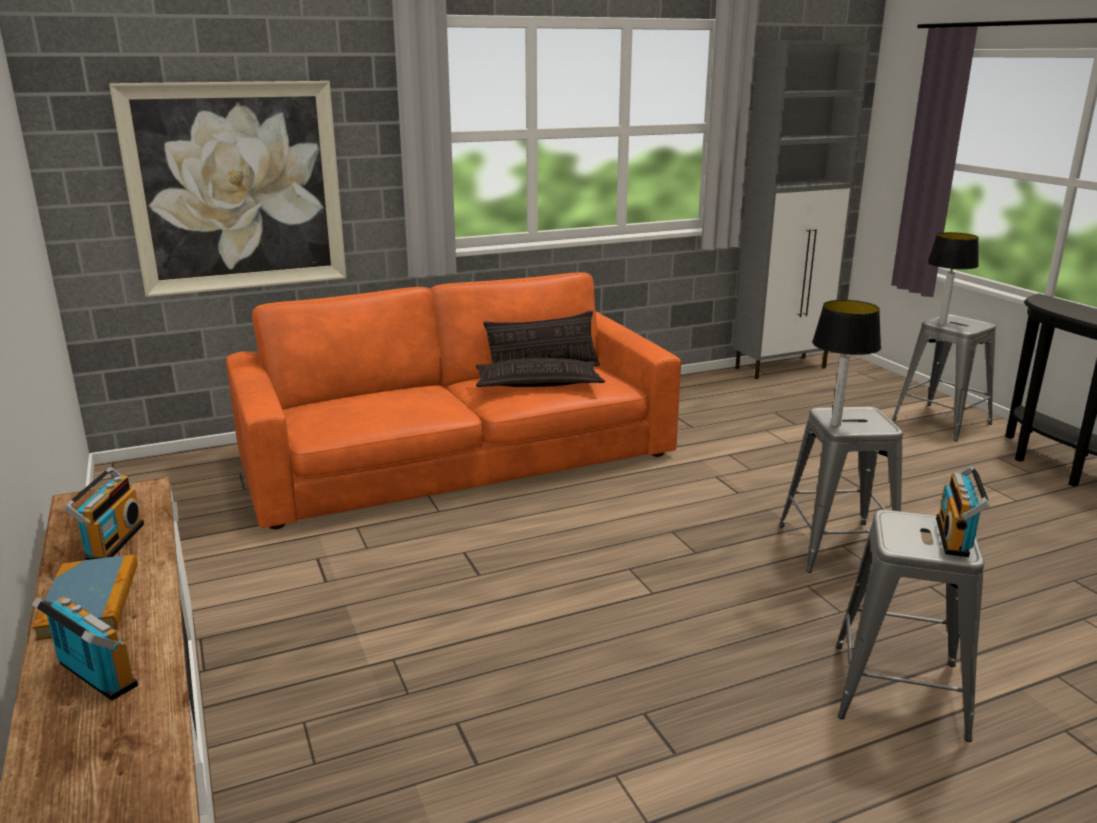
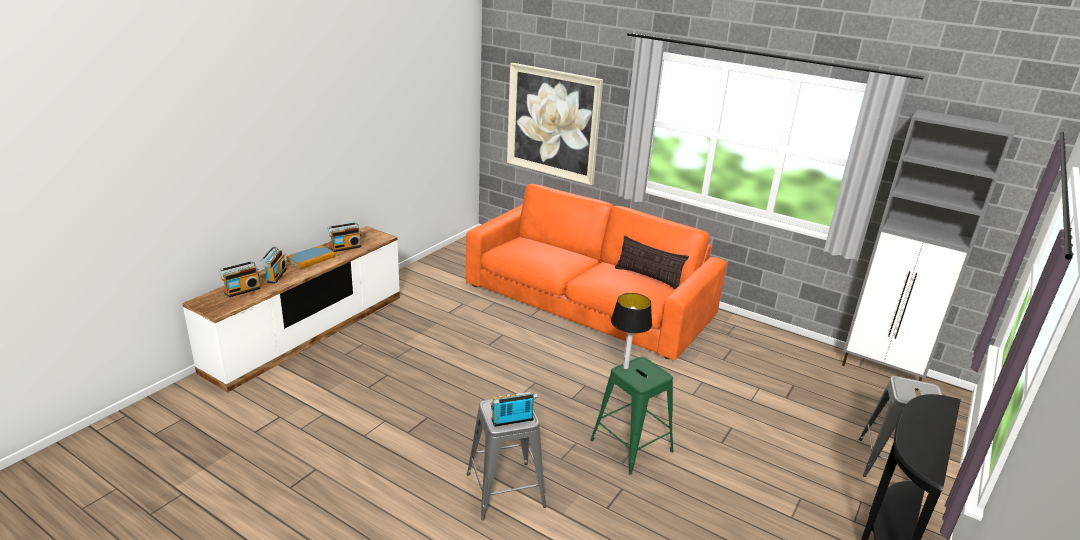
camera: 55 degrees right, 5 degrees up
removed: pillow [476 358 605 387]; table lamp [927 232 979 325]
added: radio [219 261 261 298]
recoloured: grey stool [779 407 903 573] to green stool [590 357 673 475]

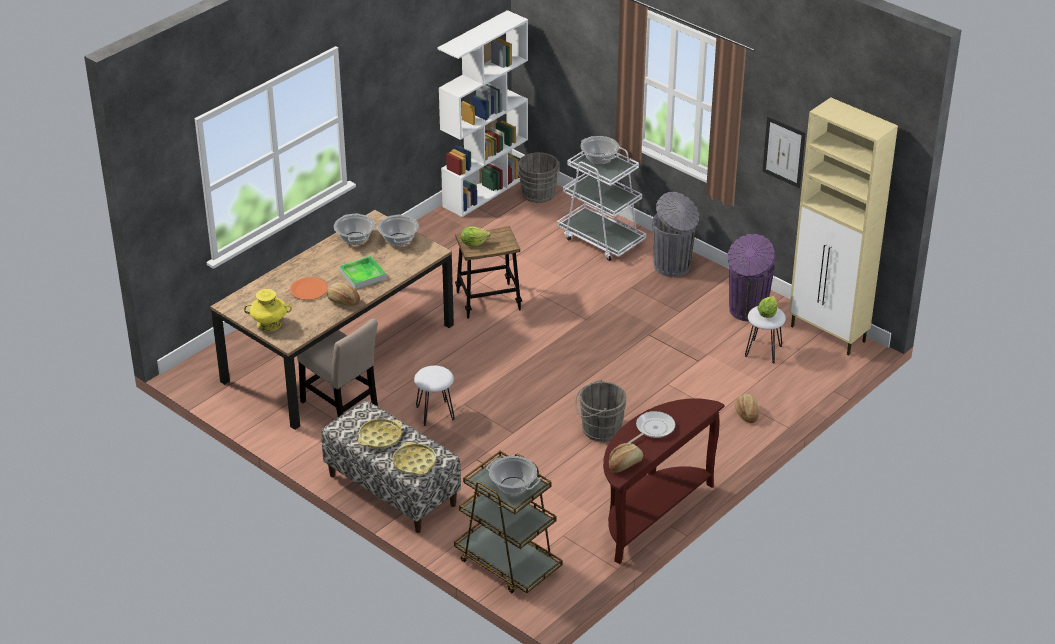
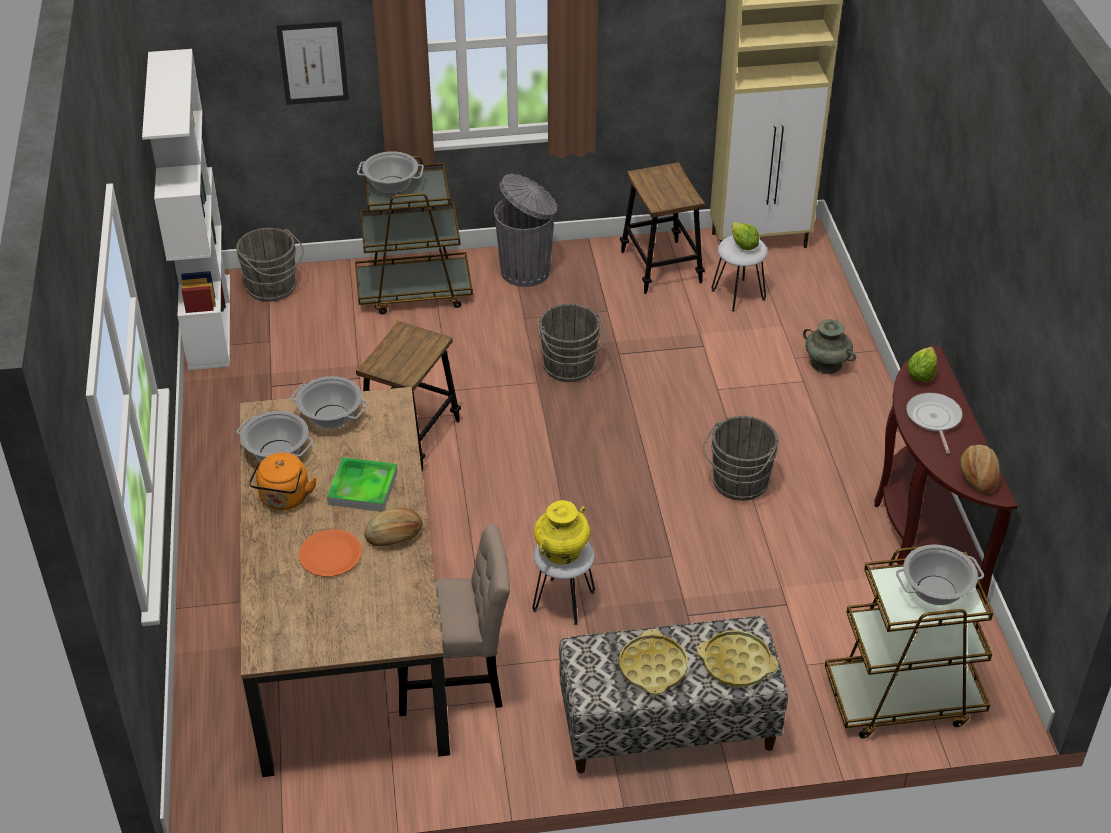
camera: 50 degrees left, 5 degrees up
added: orange kettle [249 452 317 510]; grey bucket [538 304 607 382]
moved: yellow vase [244 289 292 331] to [534 500 591 565]; lettuce [461 227 490 246] to [907 347 937 382]; picture [762 117 805 188] to [276 21 349 105]
replaced: purple trash can [728 234 775 322] to stool [620 162 705 294]; bread [735 394 760 423] to turquoise vase [803 319 856 374]
recoloured: white cart [557 147 646 261] to brown cart [355 156 473 314]

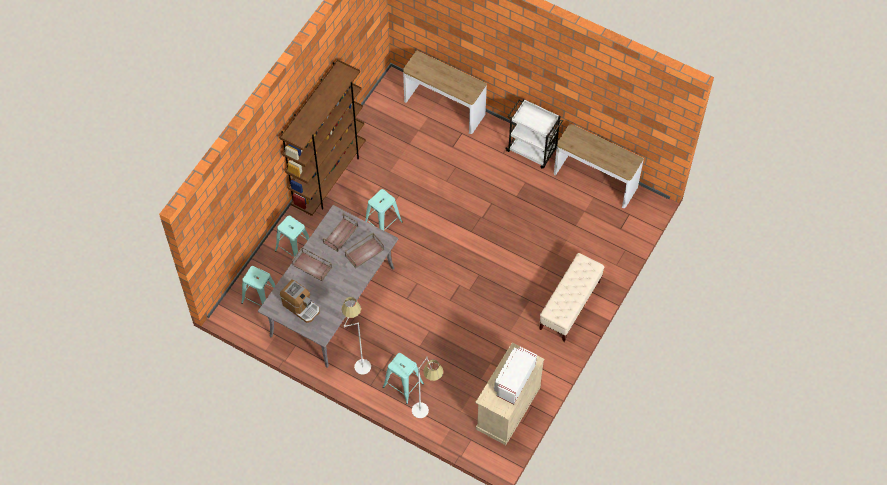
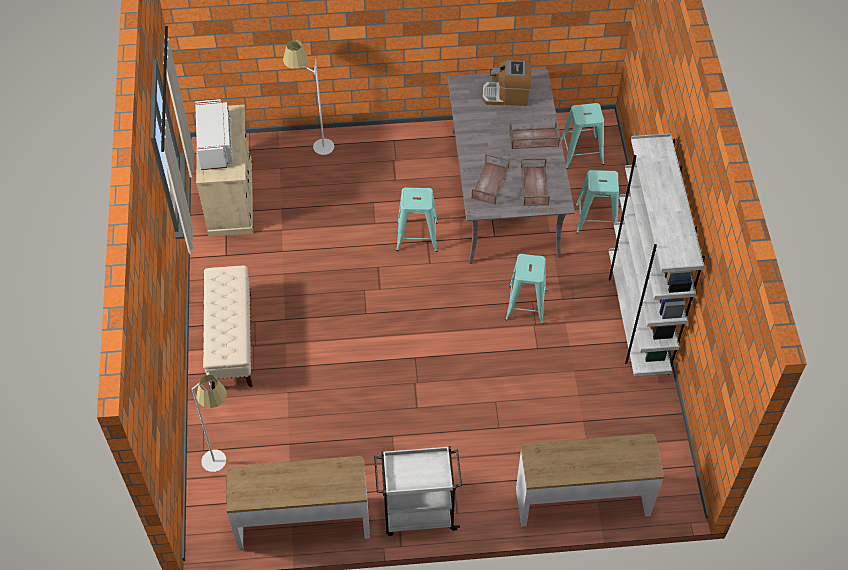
camera: 145 degrees right, 5 degrees down
moved: white floor lamp [341 297 371 374] to [192 373 227 472]; turquoise stool [383 353 424 404] to [396 187 438 252]
recoloured: brown bookcase [280 59 366 216] to white bookcase [609 133 705 377]

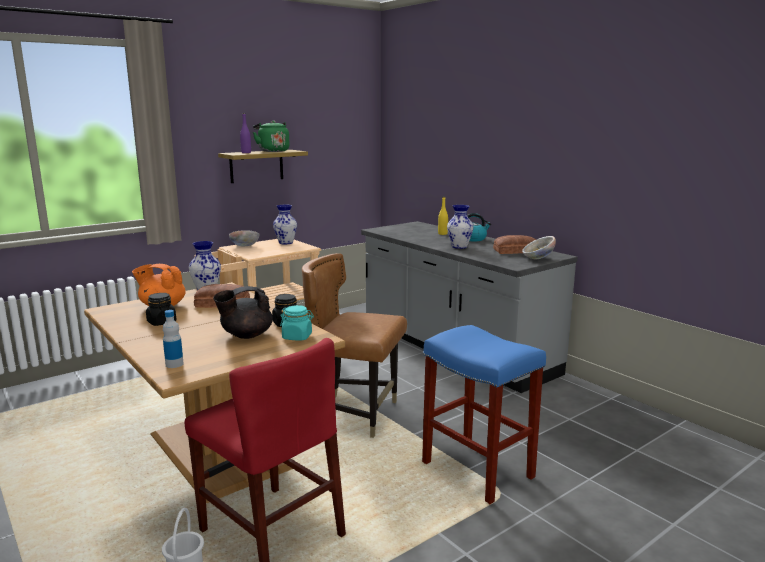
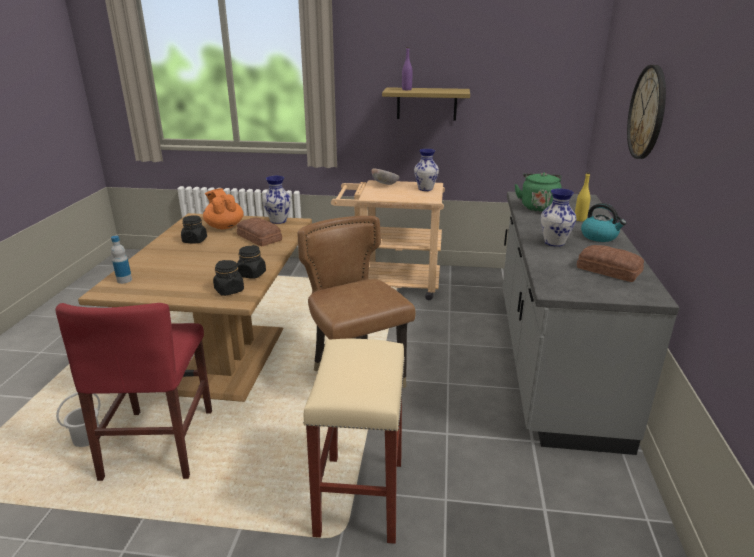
camera: 45 degrees right, 10 degrees up
removed: black teapot [213 286 273 339]; bowl [522 236 556 259]
added: wall clock [627 65 666 159]
moved: green kettle [253 121 290 152] to [514 173 562 212]
recoloured: turquoise jar [280 305 314 340] to black jar [213 260 244 296]; blue stool [422 325 546 504] to beige stool [303 339 405 544]

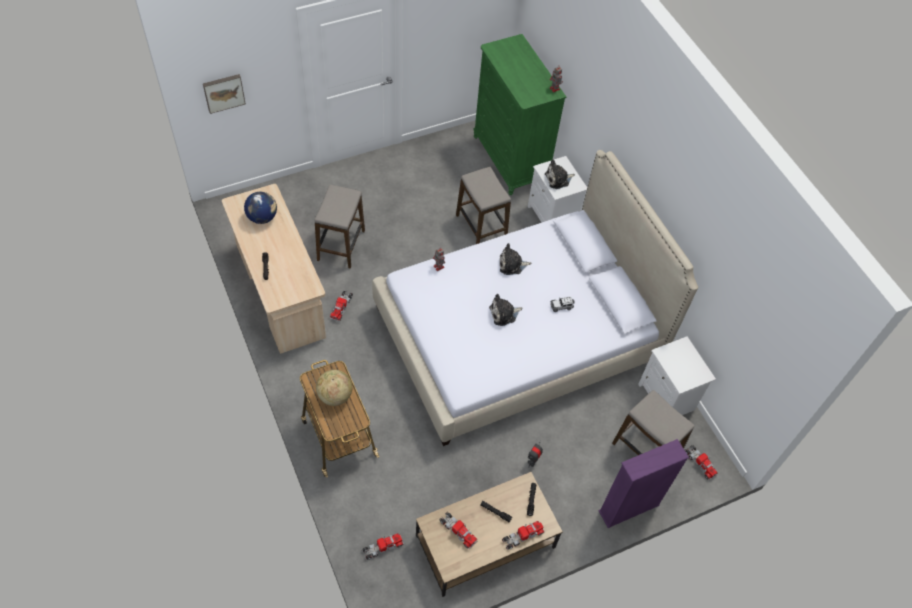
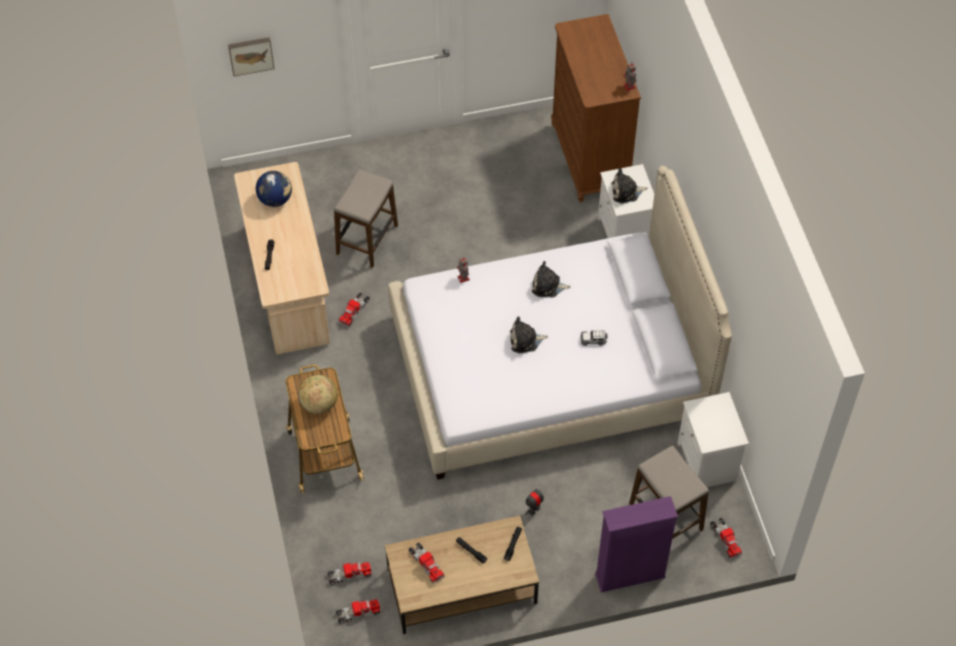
camera: 15 degrees right, 0 degrees up
removed: stool [456 167 511 244]
moved: toy truck [502 521 545 550] to [335 599 381 624]
recoloured: green dresser [474 34 566 195] to brown dresser [551 14 641 202]

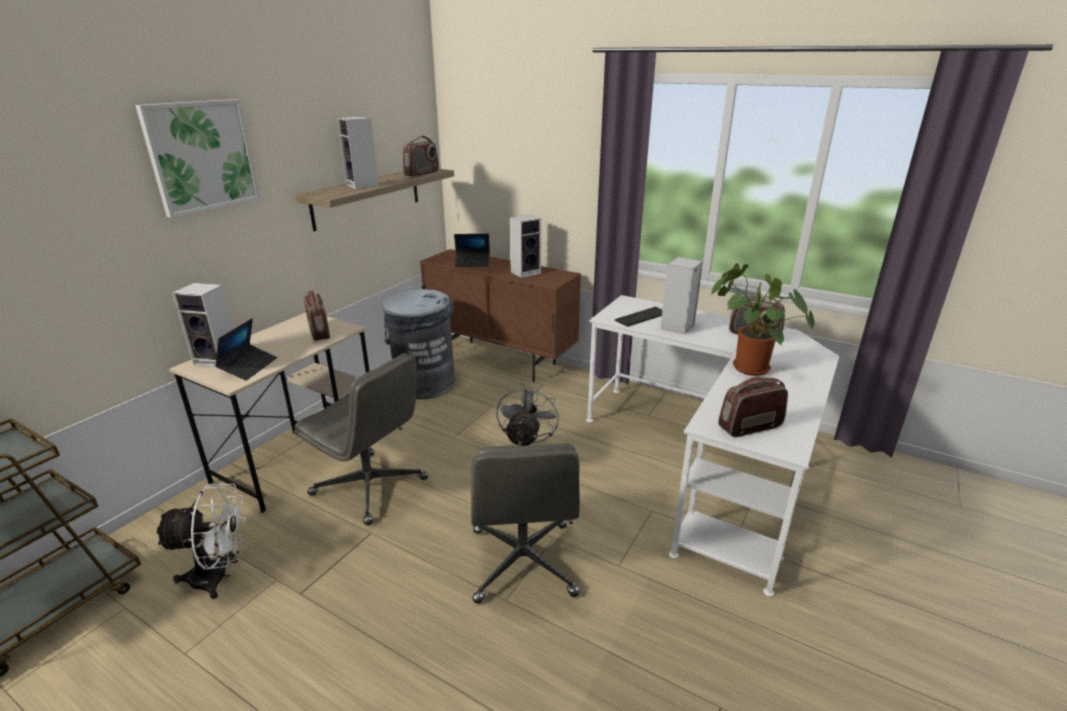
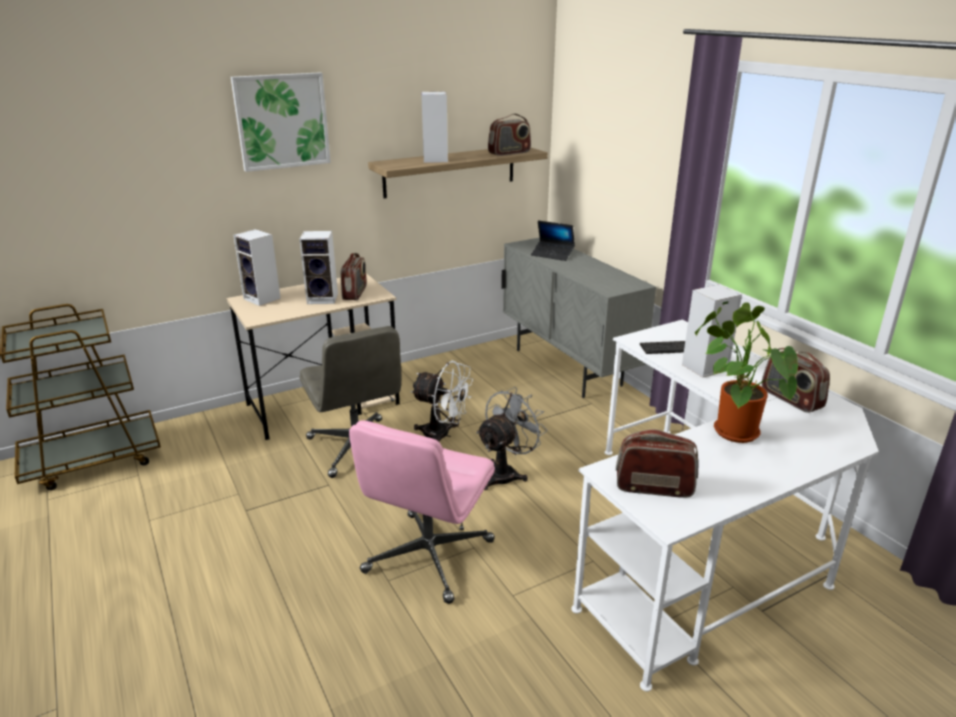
camera: 30 degrees right, 0 degrees up
removed: laptop [215 318 277 380]; grey trash can [381 289 455 399]
moved: white fan [155 484 246 599] to [411 361 473 442]; speaker [510 214 541 278] to [299 231 338 304]
recoloured: brown cabinet [420 249 581 382] to grey cabinet [501 237 656 398]; grey office chair [471 443 580 604] to pink office chair [349 420 495 604]

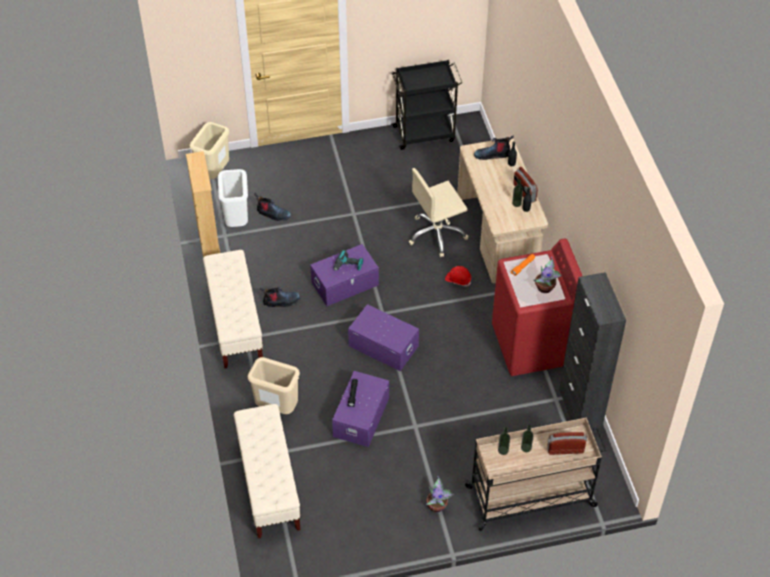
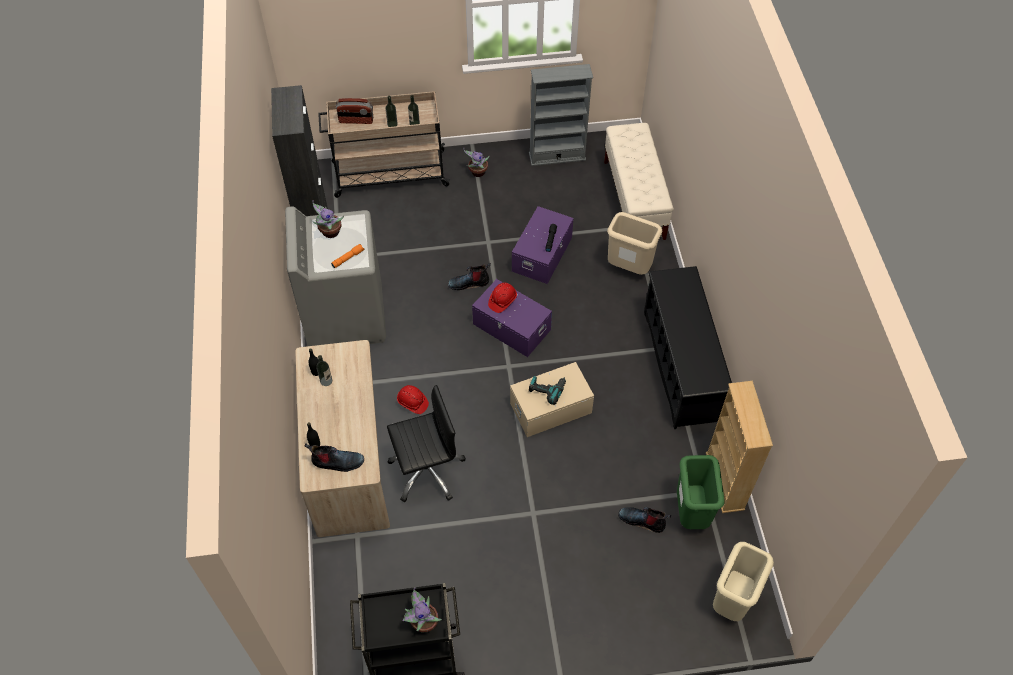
camera: 175 degrees left, 5 degrees up
removed: radio [513 167 538 203]
added: potted plant [403 587 442 632]; red hard hat [488 283 517 313]; grey bookcase [529 64 593 166]
moved: boot [260 287 300 307] to [448 263 491 290]
replaced: beige bench [203 250 263 369] to black shoe rack [644 266 732 429]
recoloured: white trash can [218 169 248 227] to green trash can [677 455 725 529]; purple storage box [310 244 379 306] to beige storage box [510 362 594 437]; beige office chair [409 168 468 257] to black office chair [387 385 466 502]; red washing machine [492 238 582 376] to grey washing machine [285 206 386 346]

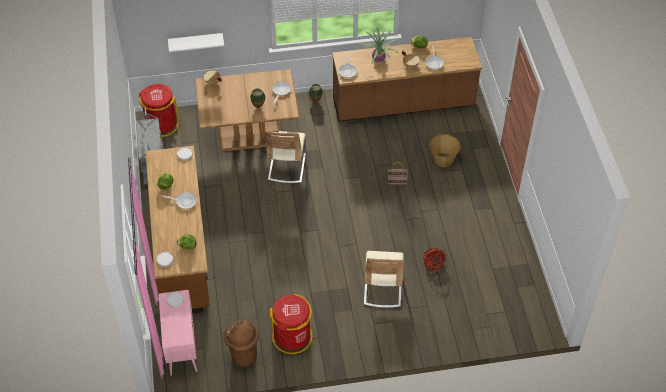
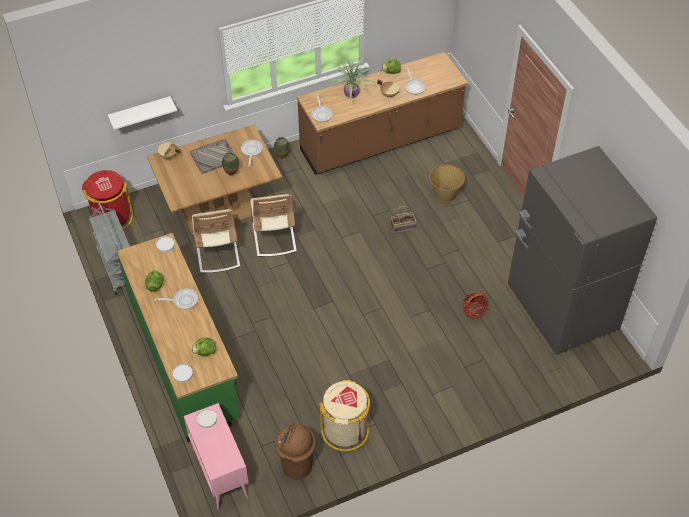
camera: 15 degrees left, 0 degrees up
added: grey tray [190 138 236 174]; grey fridge [508 146 657 355]
moved: beige chair [364 251 404 308] to [192 209 240 273]
recoloured: brown counter [145 145 210 314] to green counter [117 233 239 442]; red trash can [269 294 313 354] to beige trash can [319 380 370 451]

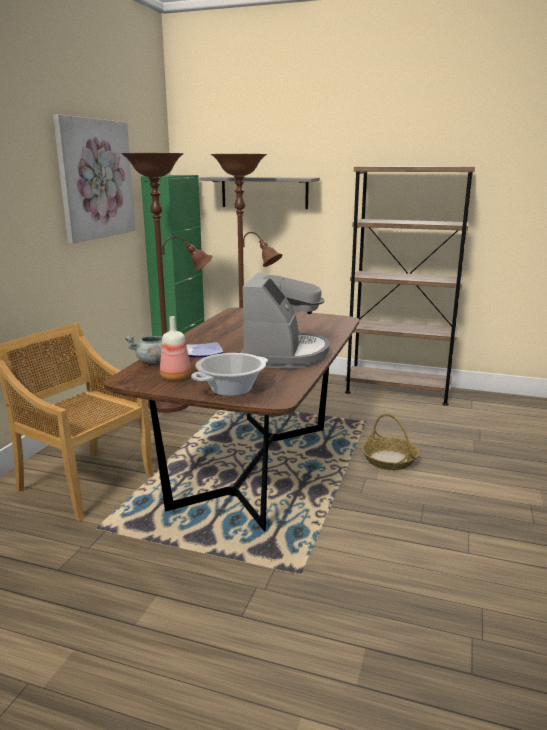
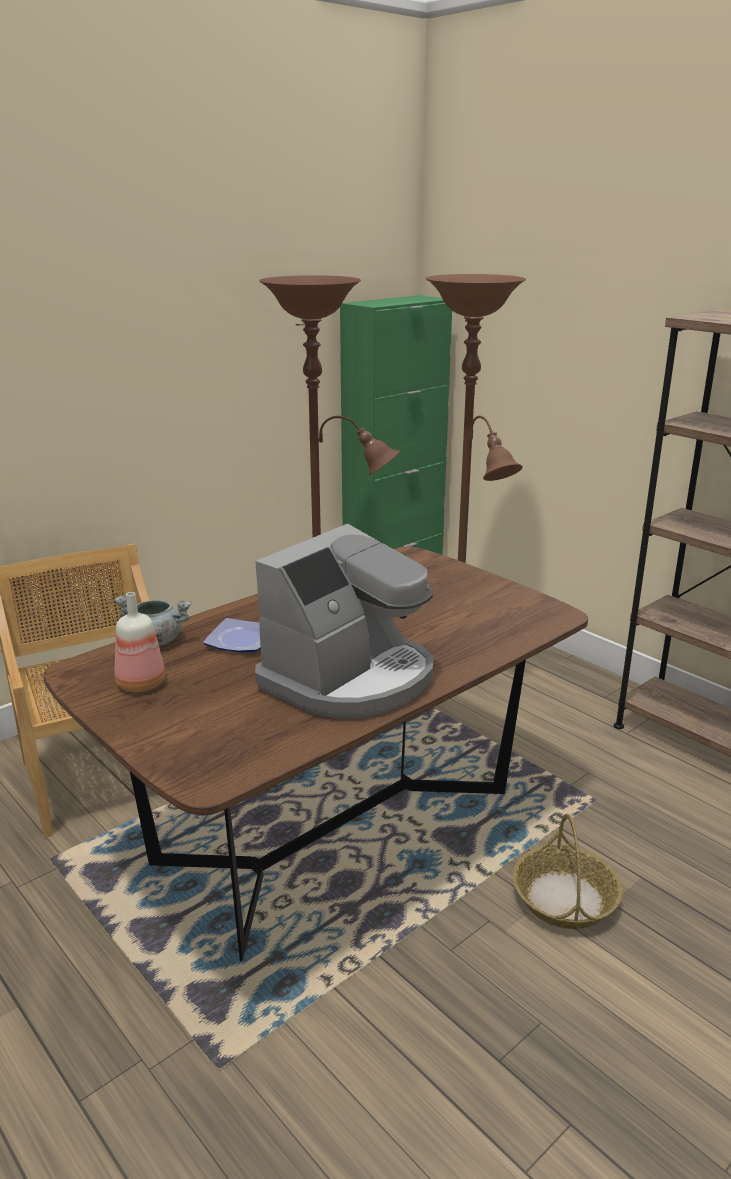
camera: 30 degrees right, 5 degrees up
removed: picture [53 114 136 244]; cooking pot [191 353 268 396]; grey shelf [199 177 320 209]

